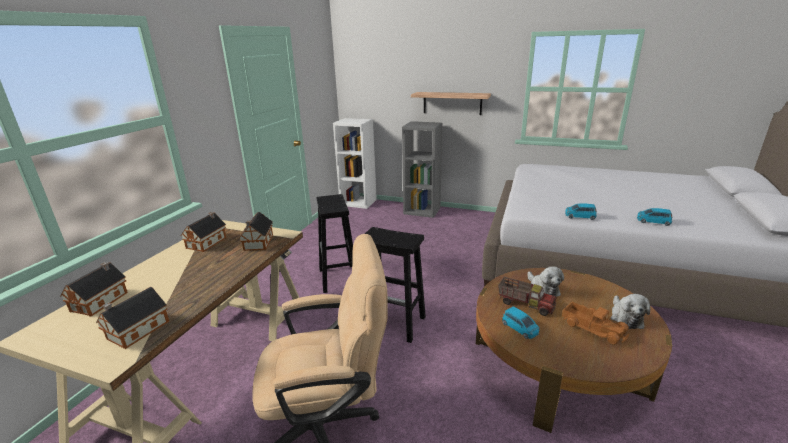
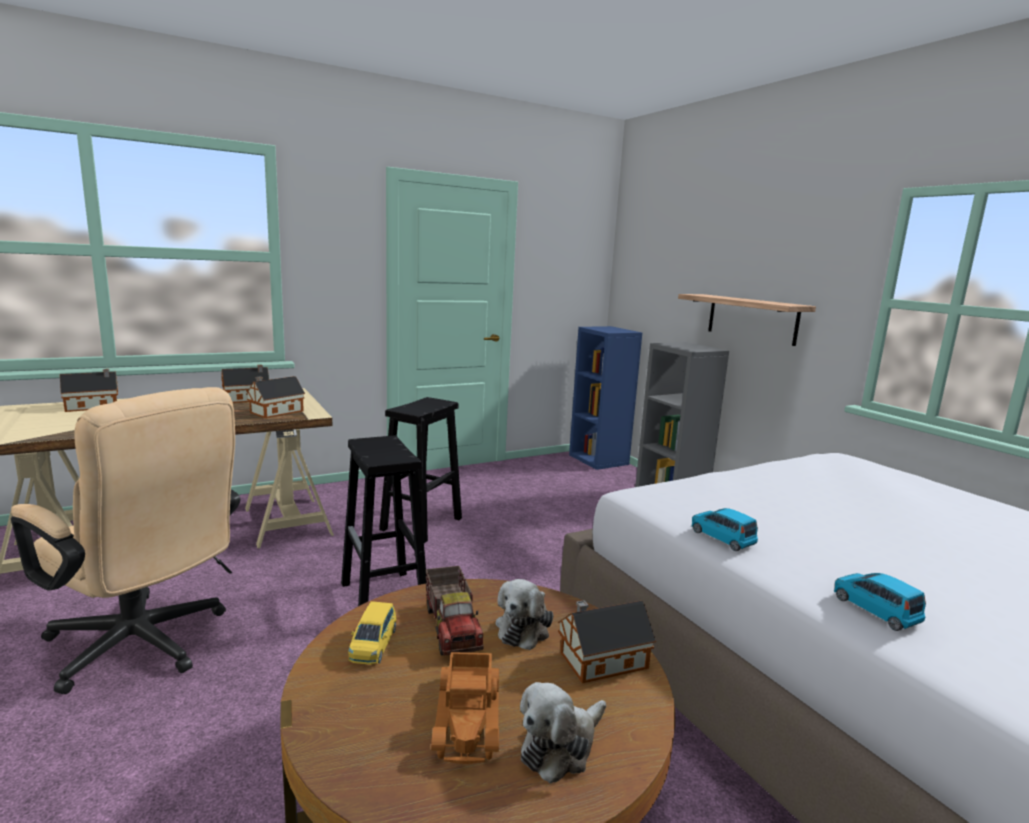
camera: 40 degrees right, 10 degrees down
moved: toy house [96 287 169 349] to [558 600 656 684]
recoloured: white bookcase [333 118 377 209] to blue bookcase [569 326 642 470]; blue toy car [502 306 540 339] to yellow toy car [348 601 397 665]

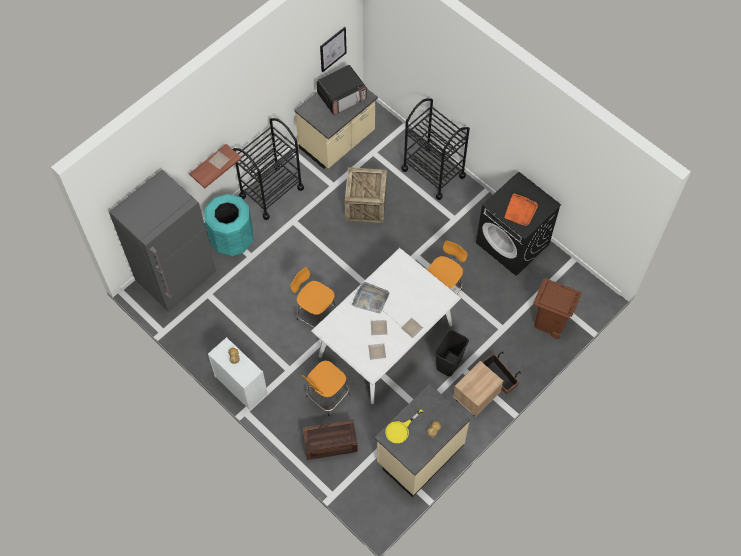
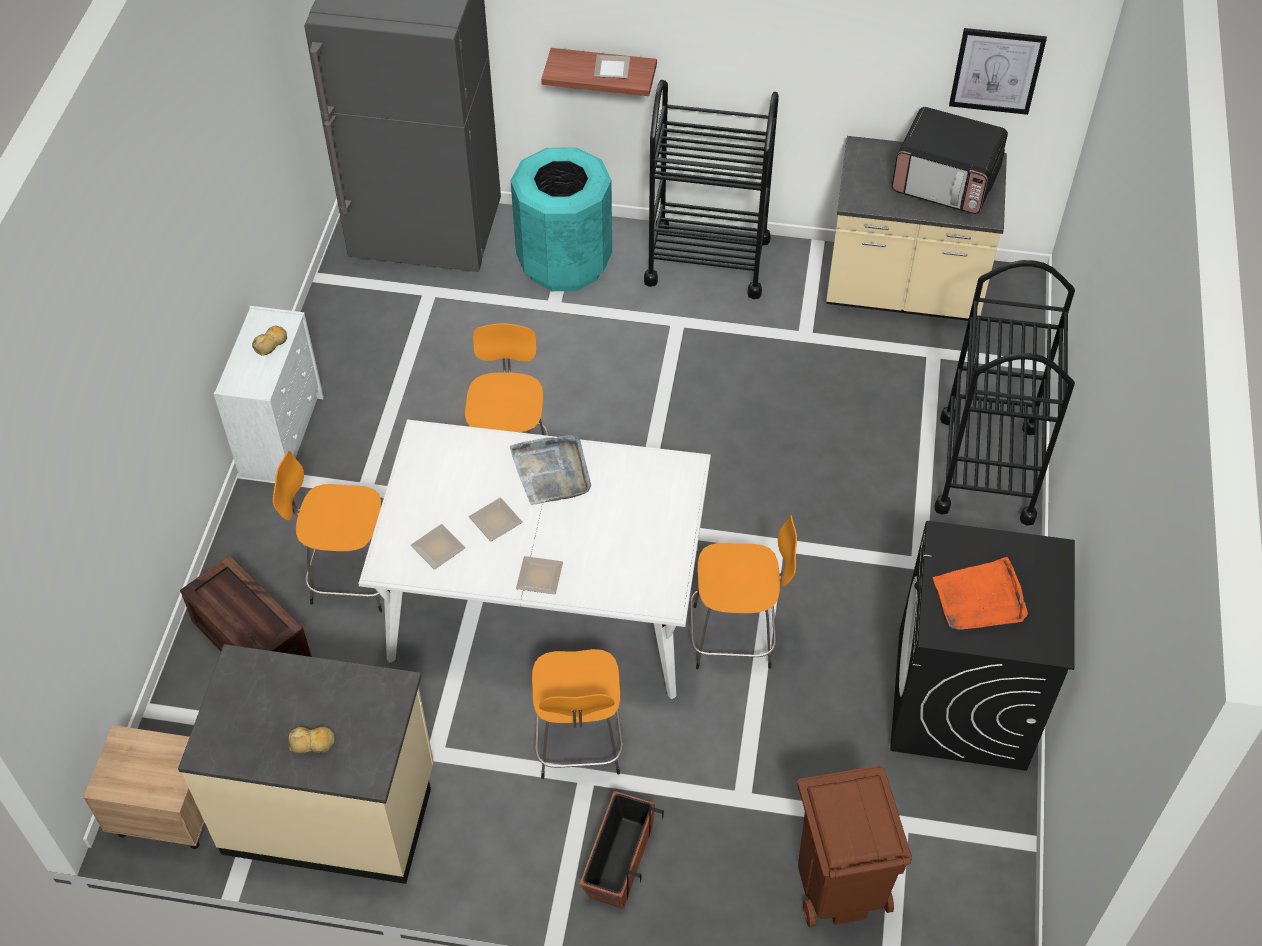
camera: 55 degrees right, 10 degrees down
removed: crate [345 167 387 223]; yellow frying pan [385 409 423 443]
moved: beige nightstand [453 361 503 417] to [83 725 204 849]
replaced: black trash can [434 329 469 376] to orange stool [532 649 623 779]

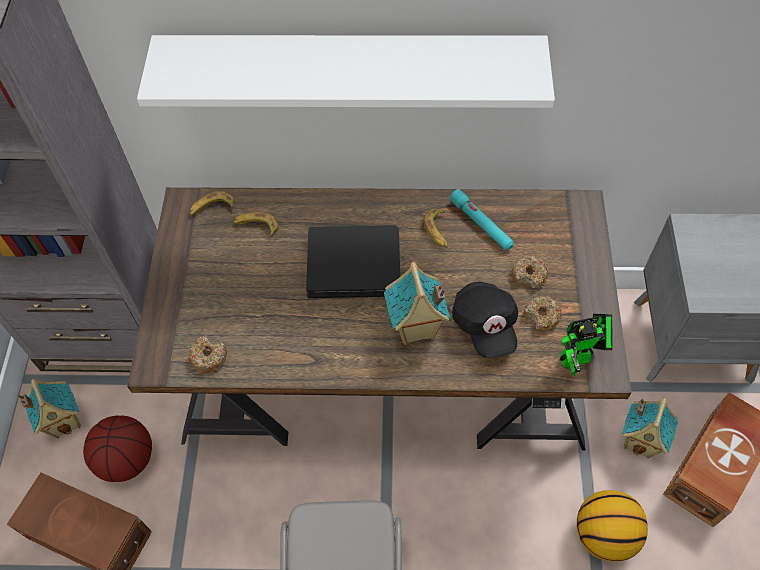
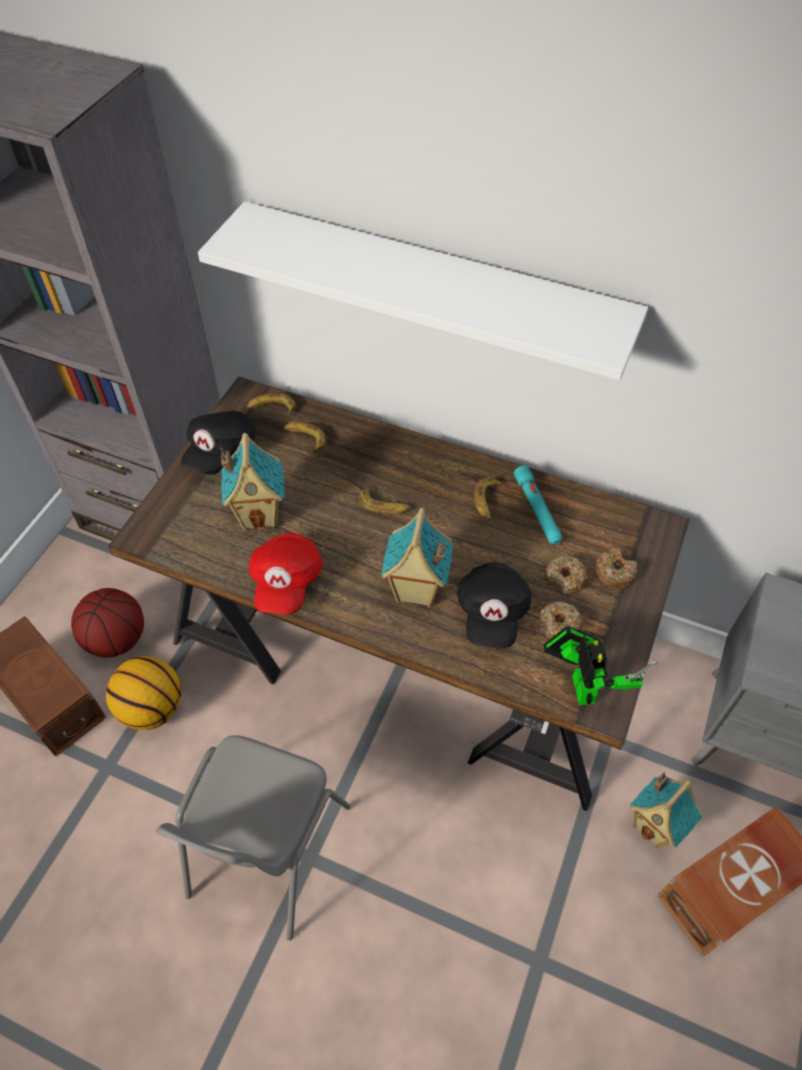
camera: 20 degrees right, 5 degrees down
added: black cap [181 410 255 475]; red cap [249 533 322 614]
moved: toy house [18 379 81 438] to [220 433 285 531]; donut [188 336 227 373] to [595 548 638 588]; basketball [577 490 648 562] to [106 656 182 730]
replaced: black book [306 225 400 298] to banana [359 486 410 514]
turned: toy robot [560 314 613 376] = [544 626 658 705] 105 degrees counterclockwise

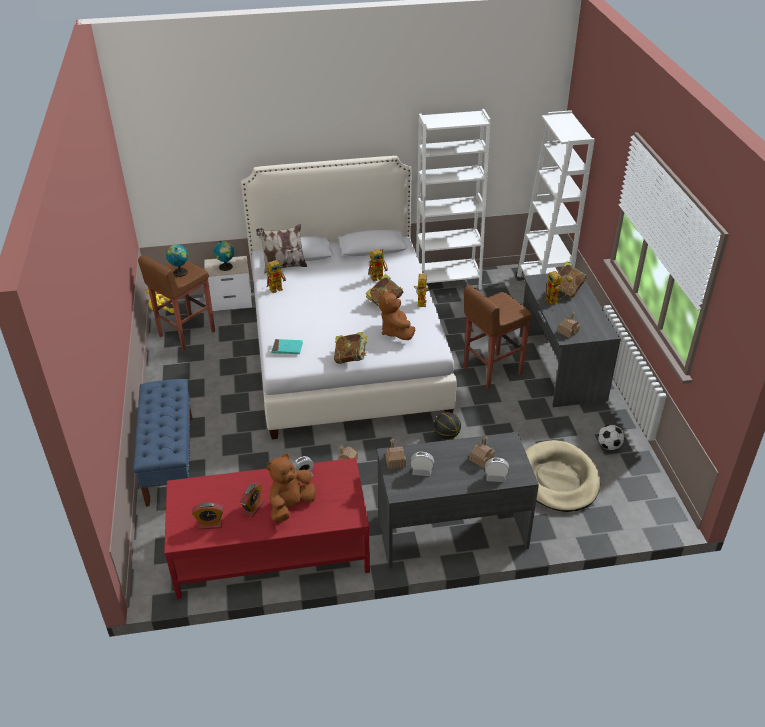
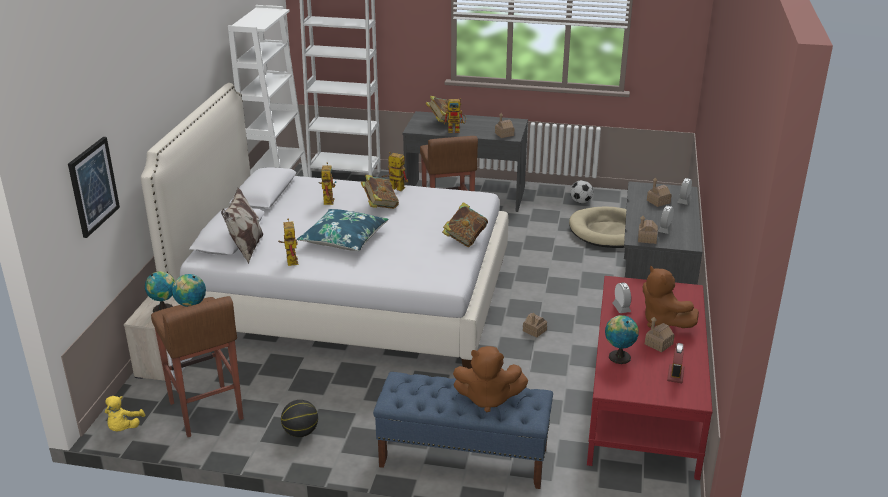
camera: 70 degrees left, 10 degrees down
removed: turquoise book [271 339 303 354]
added: picture [68 137 120 238]; blue pillow [299 209 389 251]; globe [605 315 639 364]
moved: brown plush toy [379 290 415 340] to [453 346 528 412]; basketball [434 412 461 440] to [281 400 318 437]
replaced: alarm clock [240 482 264 517] to toy house [645 317 675 353]

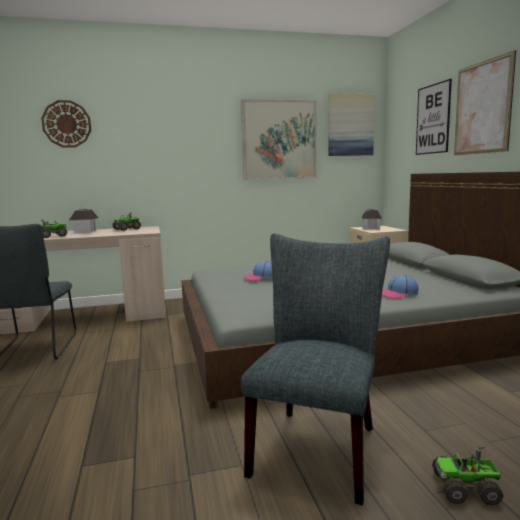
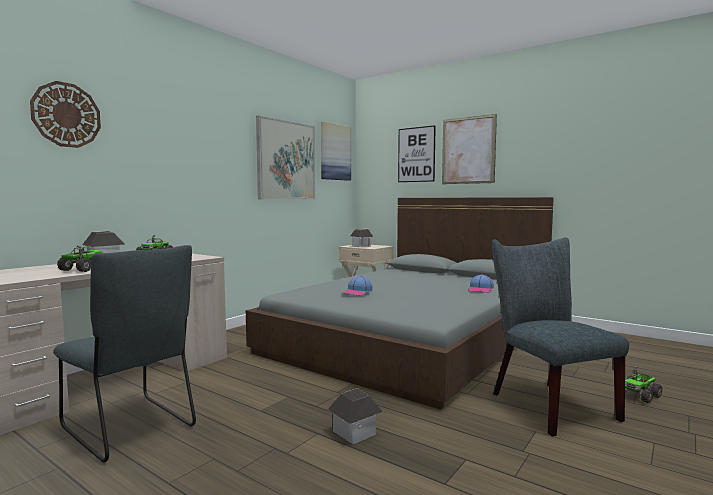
camera: 40 degrees left, 5 degrees down
added: toy house [328 388 383 444]

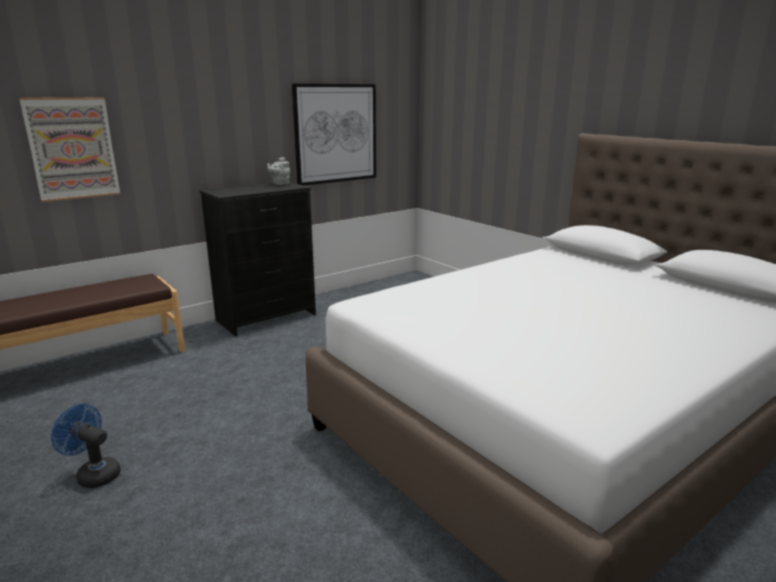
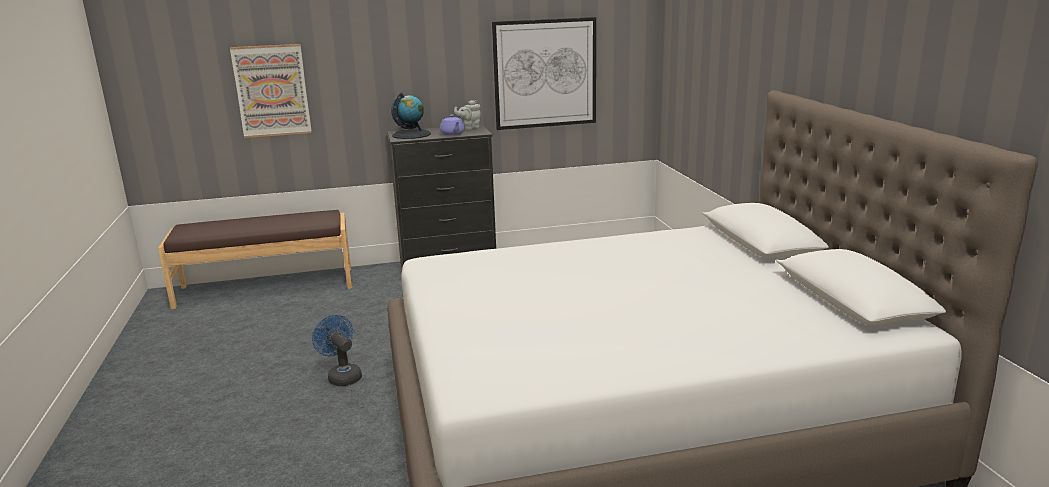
camera: 25 degrees right, 0 degrees up
added: globe [391 93 431 139]; purple teapot [440 114 465 136]
moved: blue fan [51 404 121 488] to [312 315 362 386]

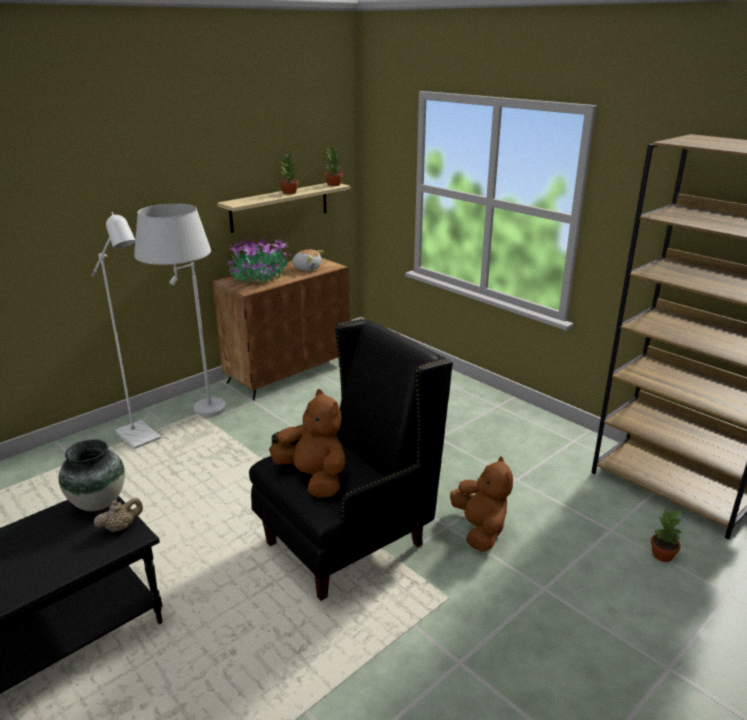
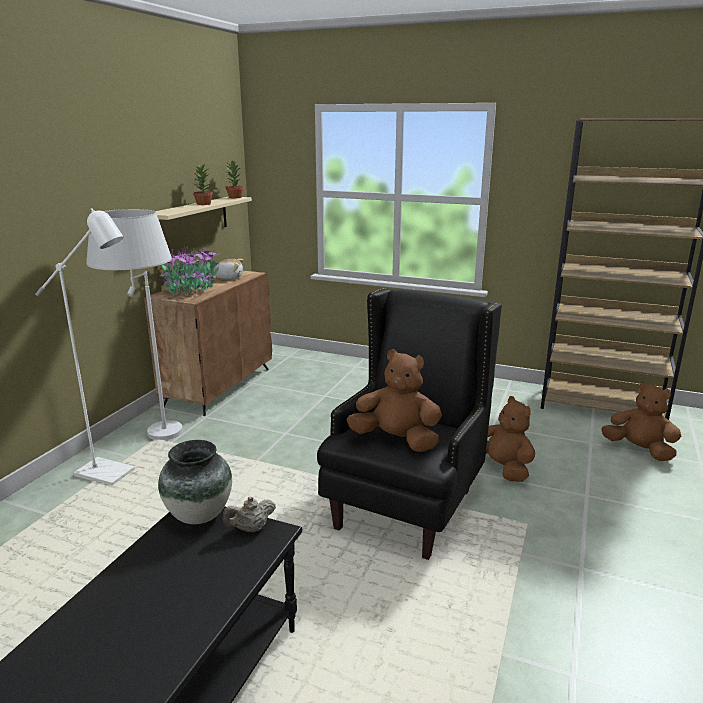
camera: 25 degrees left, 5 degrees down
replaced: potted plant [651 509 683 562] to brown plush toy [601 381 681 461]
turned: beige teapot [93 497 143 533] = [223 497 276 532] 150 degrees counterclockwise

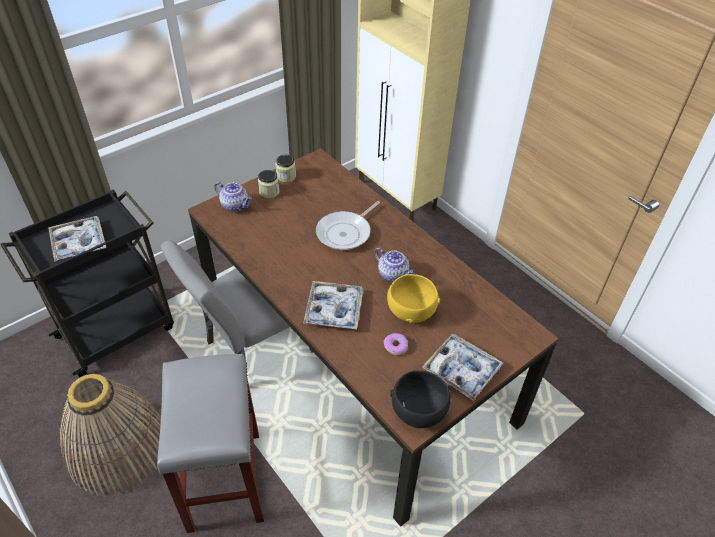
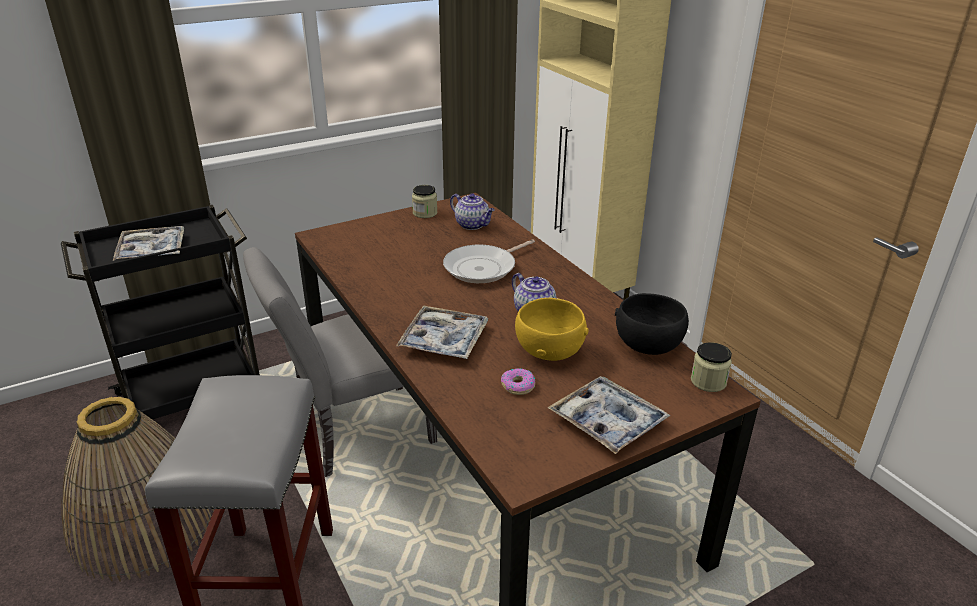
camera: 10 degrees right, 15 degrees down
moved: teapot [214 182 252 212] to [450 193 495 230]; jar [258 170 280 198] to [691 342 732 392]; black bowl [390 370 451 428] to [615 293 689 355]

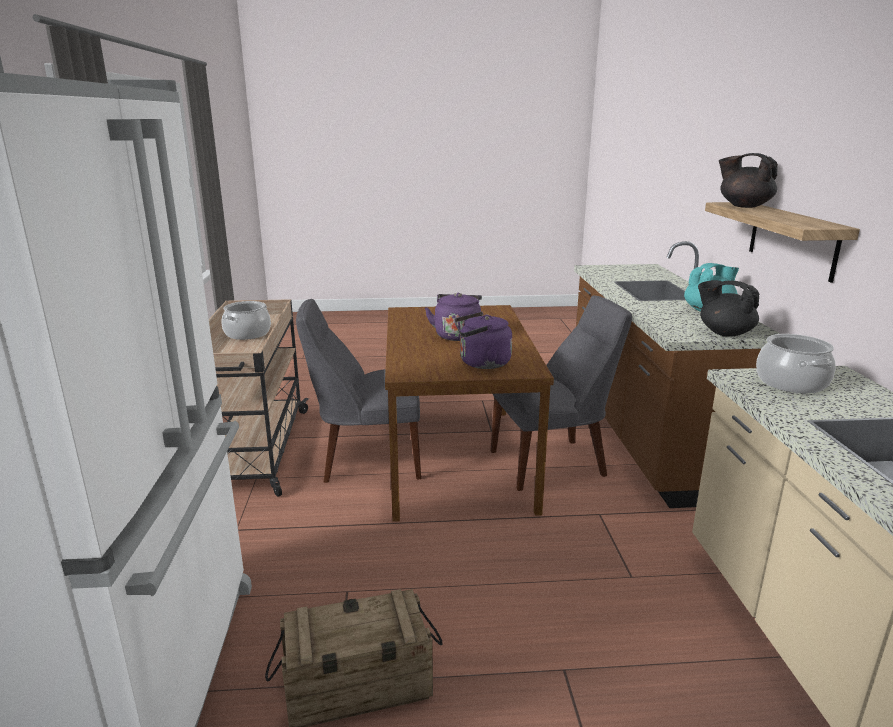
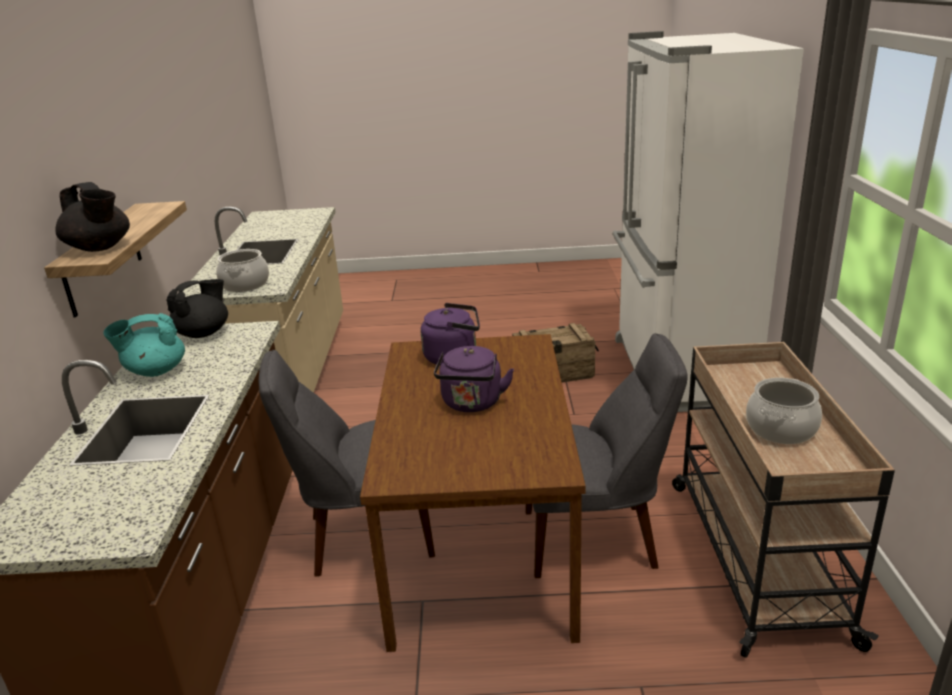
camera: 175 degrees left, 5 degrees up
turned: black teapot [698 280 760 336] = [166 279 228 338] 90 degrees counterclockwise

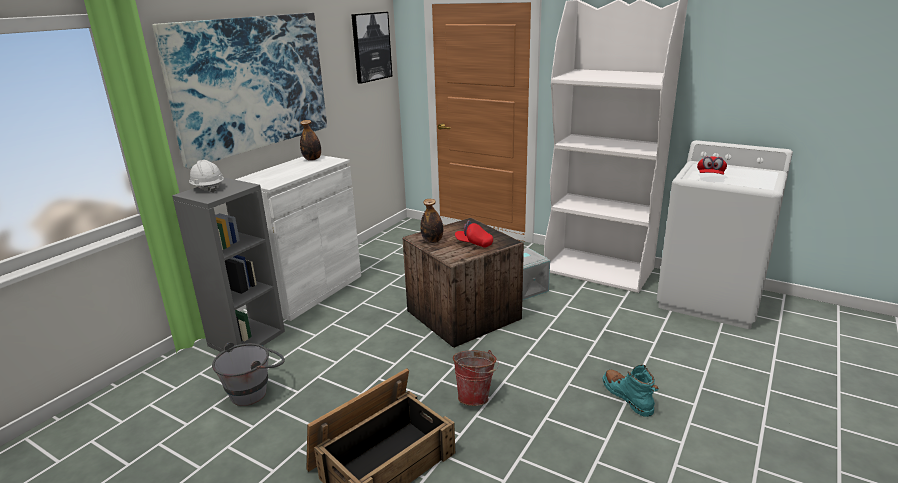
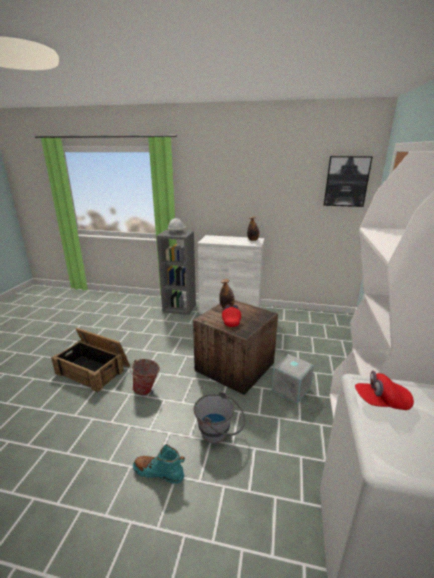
camera: 70 degrees right, 0 degrees up
removed: picture [152 13 327 169]
moved: grey bucket [212 342 285 406] to [194 391 245 443]
turned: turquoise boot [603 365 659 417] = [133 444 185 484] 120 degrees counterclockwise

